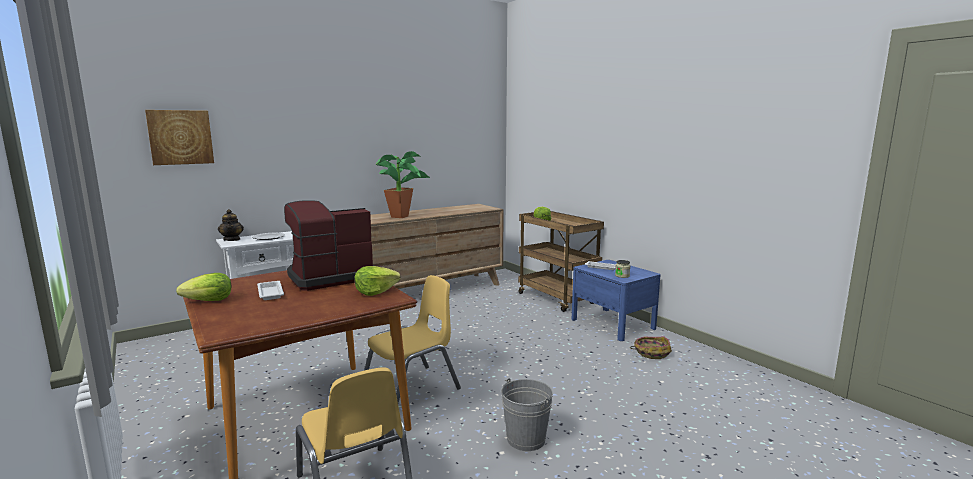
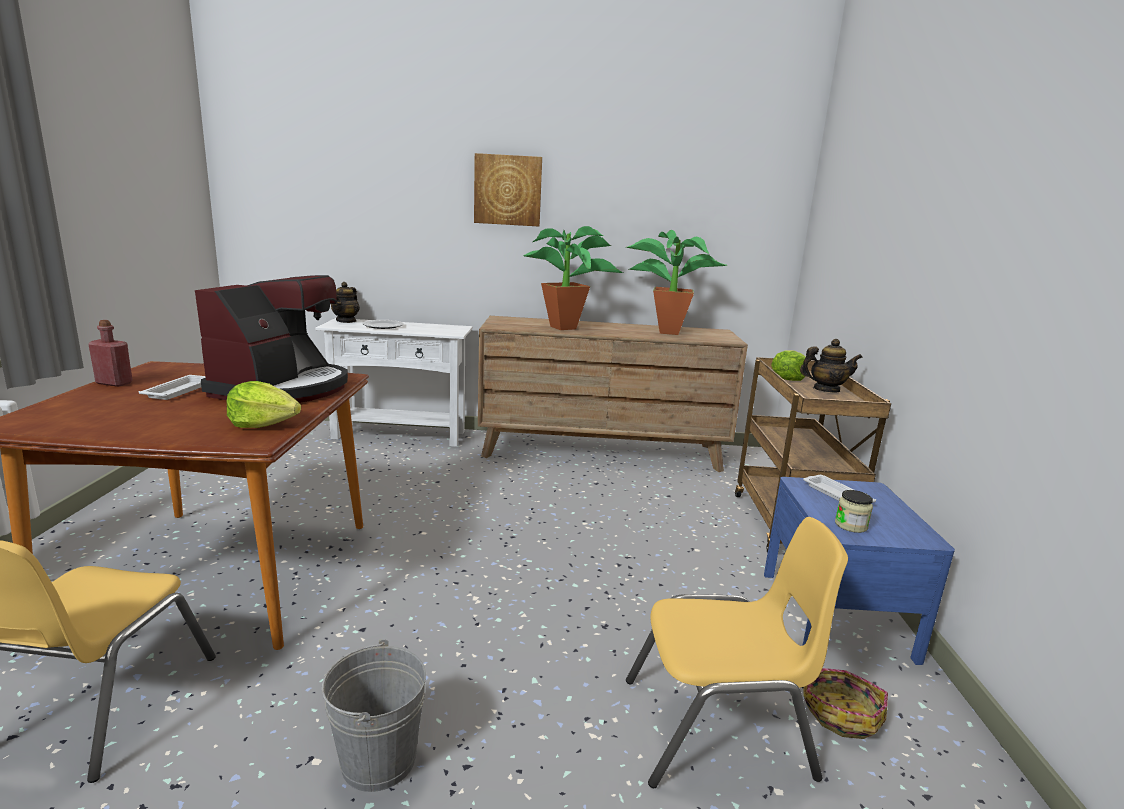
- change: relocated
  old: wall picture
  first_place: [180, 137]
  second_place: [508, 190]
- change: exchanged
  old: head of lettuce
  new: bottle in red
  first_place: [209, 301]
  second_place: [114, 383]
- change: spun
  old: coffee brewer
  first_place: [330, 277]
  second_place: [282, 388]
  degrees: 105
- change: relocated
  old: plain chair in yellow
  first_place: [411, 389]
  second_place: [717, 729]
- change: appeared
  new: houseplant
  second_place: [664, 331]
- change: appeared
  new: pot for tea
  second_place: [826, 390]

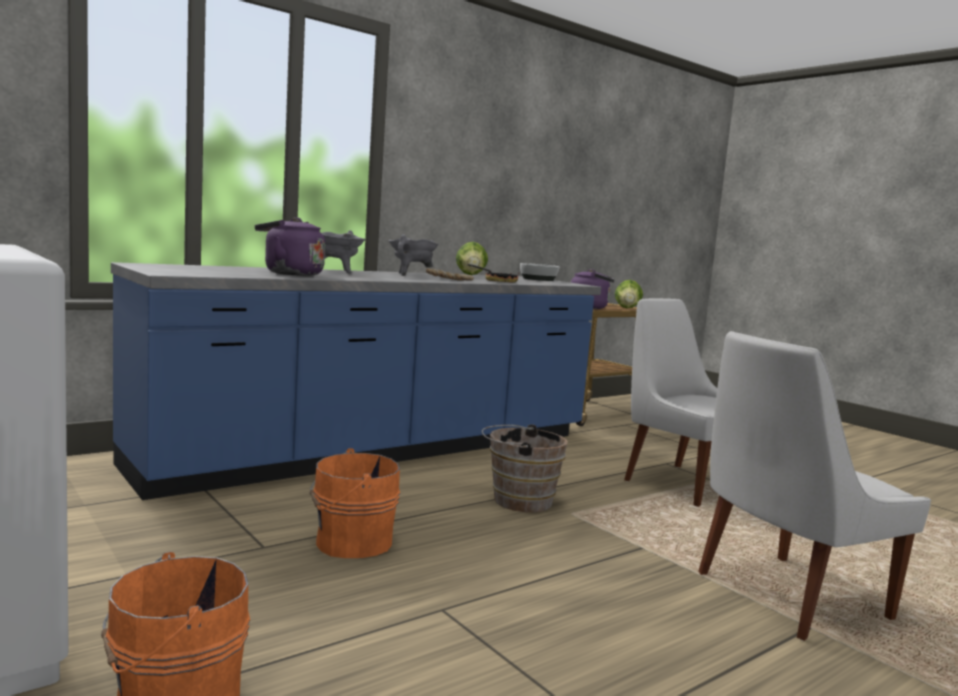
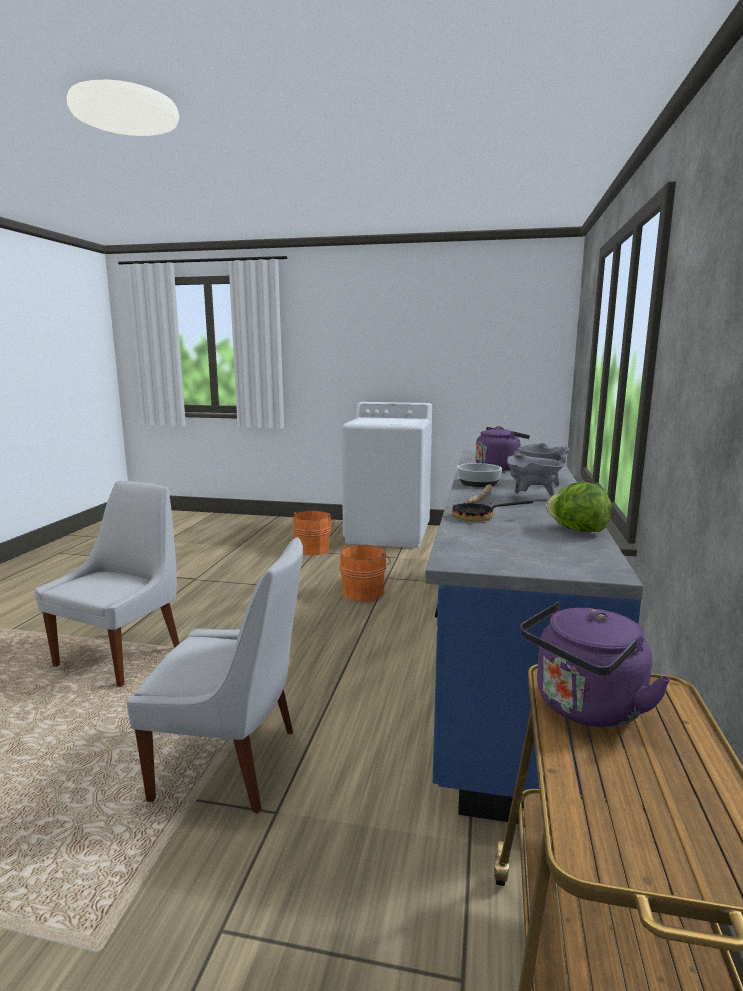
- change: missing
  old: water bucket in brown-coloured
  first_place: [517, 500]
- change: relocated
  old: bowl
  first_place: [538, 279]
  second_place: [479, 483]
- change: missing
  old: head of lettuce
  first_place: [627, 308]

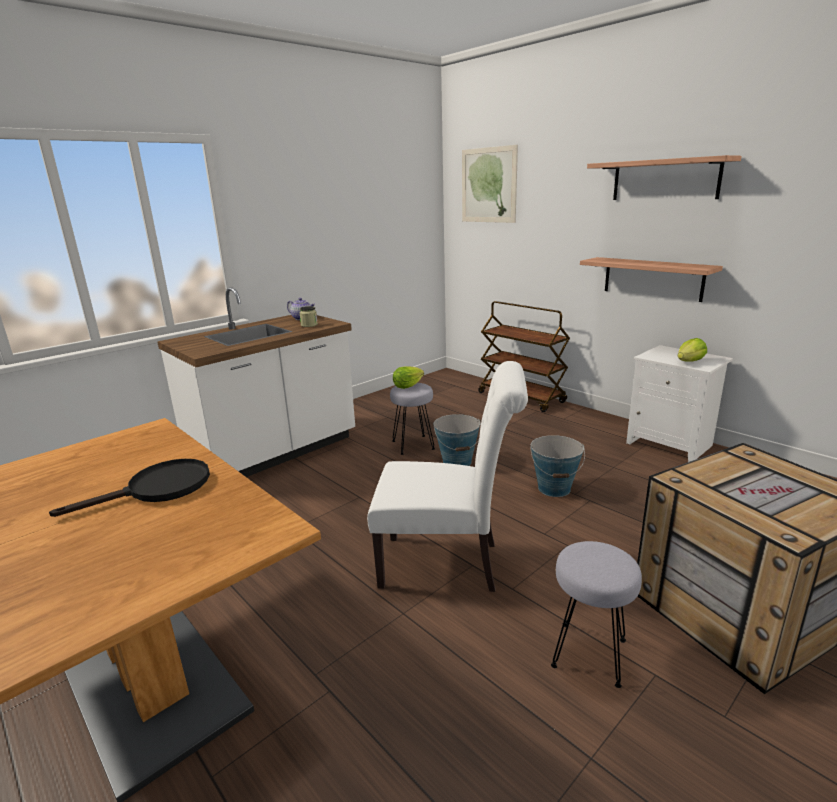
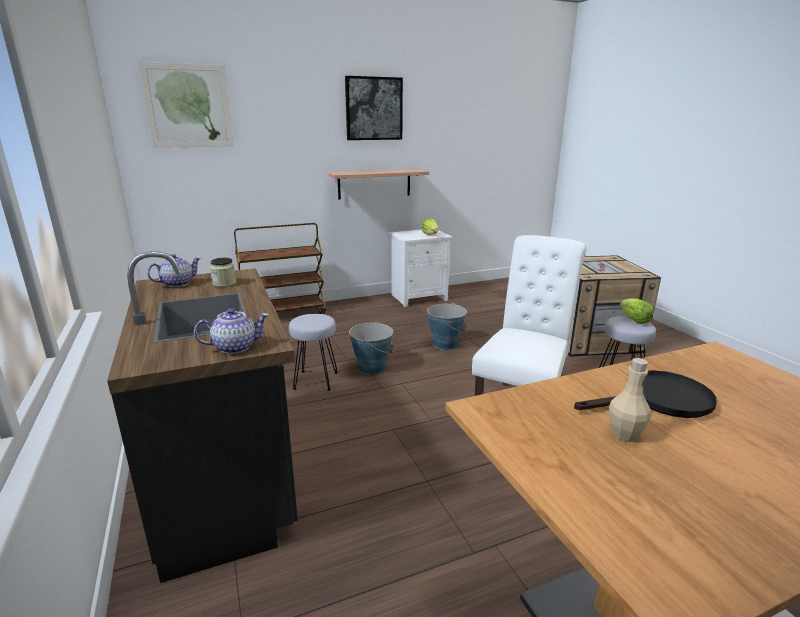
- change: spun
  old: pan in black-coloured
  first_place: [158, 489]
  second_place: [658, 400]
  degrees: 90
- change: colour
  old: counter in white-coloured
  new: counter in black-coloured
  first_place: [275, 453]
  second_place: [227, 476]
- change: relocated
  old: head of lettuce
  first_place: [407, 386]
  second_place: [634, 320]
- change: exchanged
  old: wall shelf
  new: wall picture
  first_place: [665, 180]
  second_place: [374, 109]
- change: appeared
  new: pot for tea
  second_place: [235, 347]
- change: appeared
  new: bottle in beige
  second_place: [624, 435]

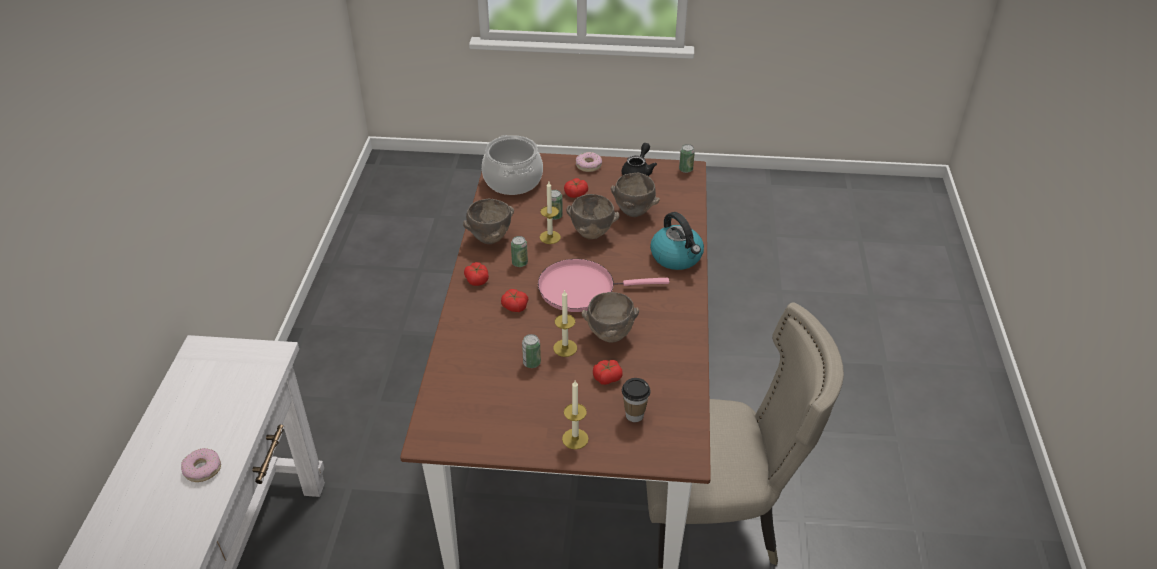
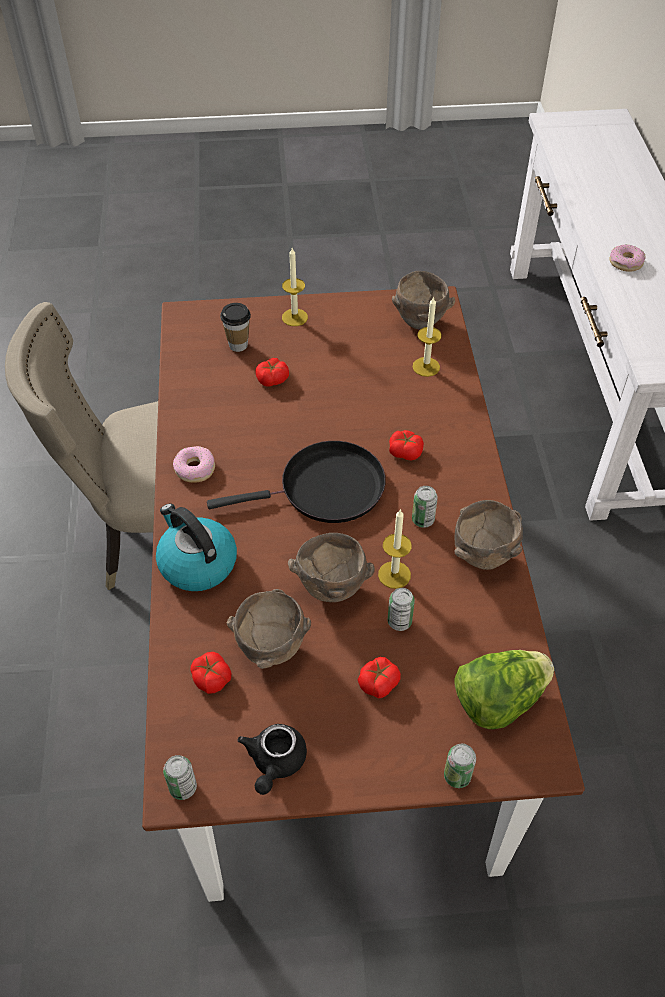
- change: relocated
  old: whole tomato
  first_place: [477, 279]
  second_place: [211, 678]
- change: exchanged
  old: saucepot
  new: head of lettuce
  first_place: [513, 180]
  second_place: [498, 700]
- change: relocated
  old: can
  first_place: [532, 363]
  second_place: [457, 776]
- change: colour
  old: pan in pinkish
  new: pan in black-coloured
  first_place: [582, 289]
  second_place: [325, 489]
- change: relocated
  old: wax candle
  first_place: [565, 348]
  second_place: [426, 367]
- change: relocated
  old: ring doughnut
  first_place: [588, 165]
  second_place: [195, 469]
- change: relocated
  old: bowl in brown-coloured
  first_place: [610, 335]
  second_place: [420, 323]

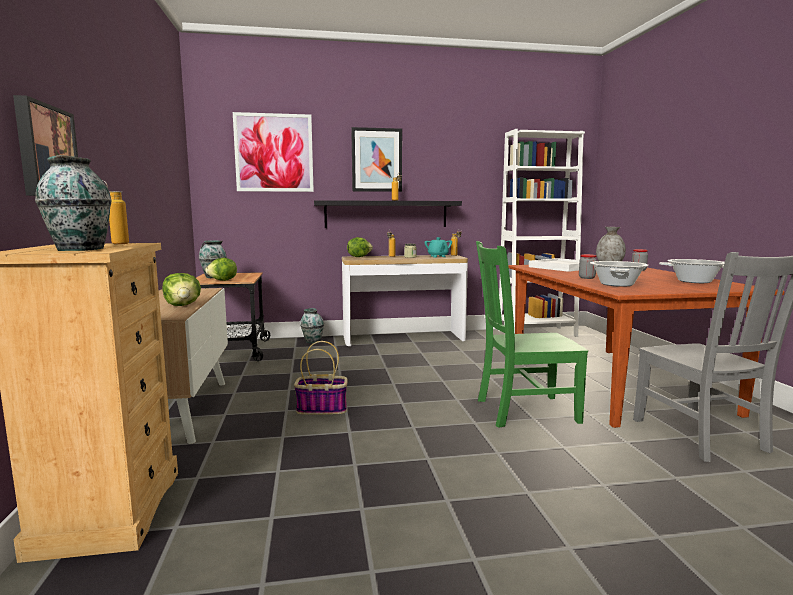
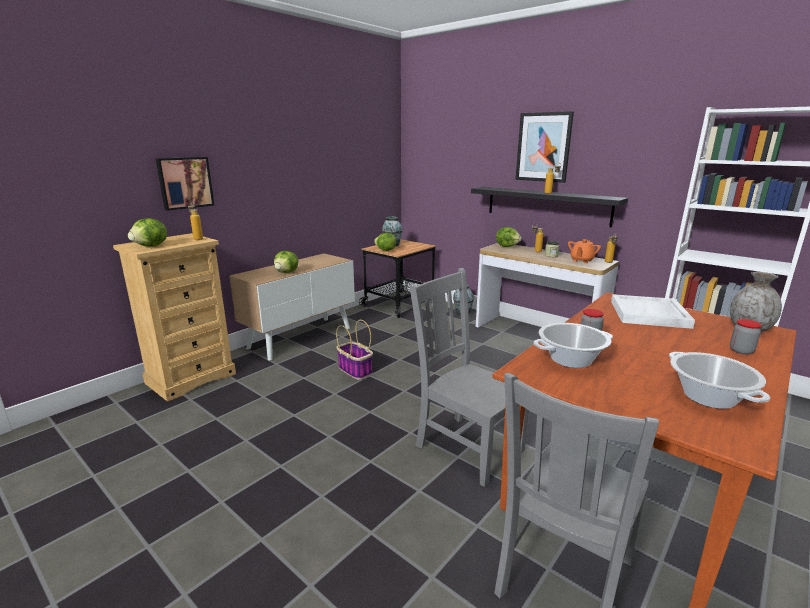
- change: exchanged
  old: vase
  new: head of lettuce
  first_place: [80, 249]
  second_place: [151, 246]
- change: missing
  old: wall picture
  first_place: [274, 153]
- change: colour
  old: pot for tea in blue-green
  new: pot for tea in orangey
  first_place: [438, 256]
  second_place: [581, 260]
- change: colour
  old: plain chair in greenish
  new: plain chair in grey
  first_place: [523, 411]
  second_place: [466, 446]

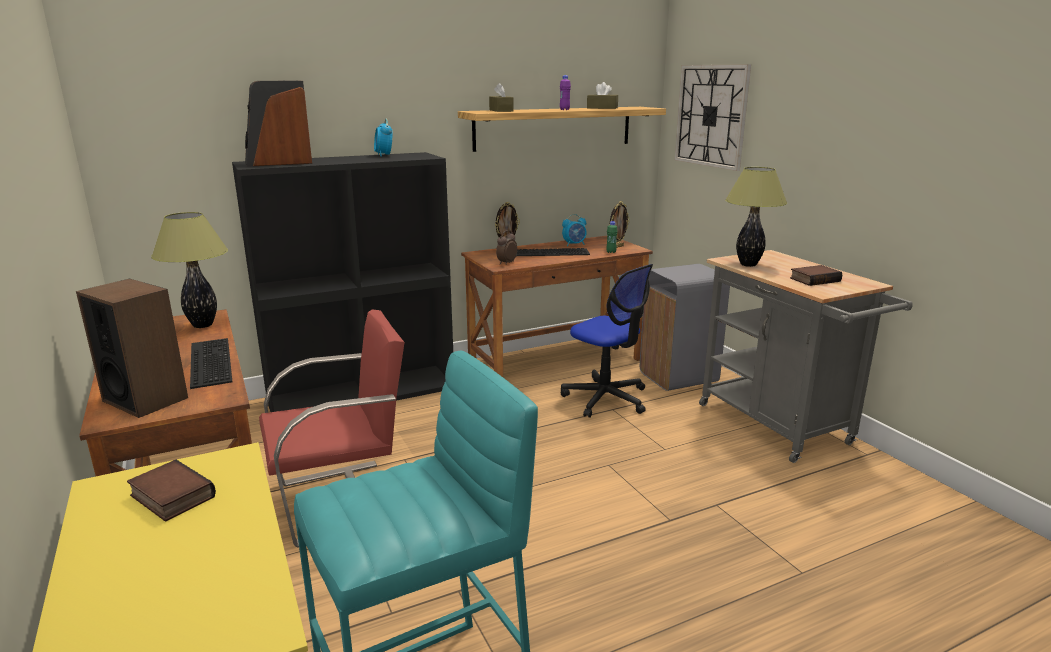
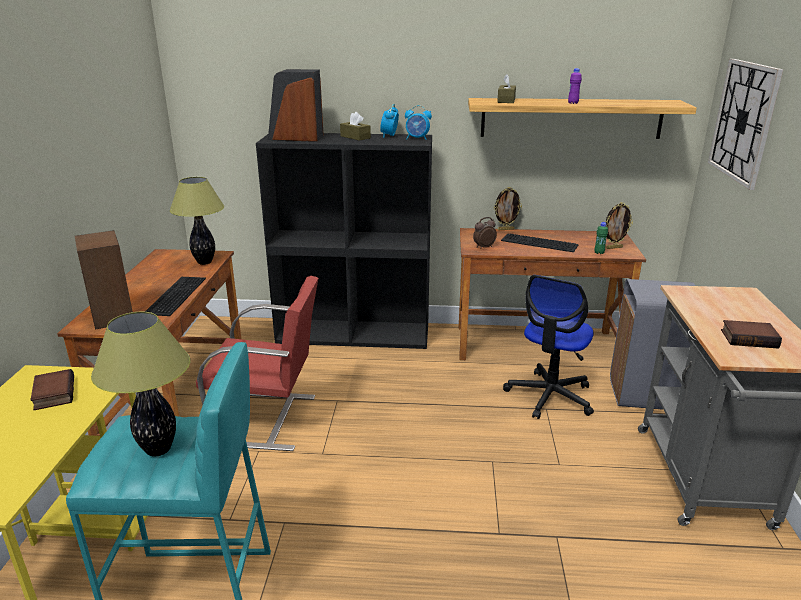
- change: spun
  old: office chair
  first_place: [606, 398]
  second_place: [550, 396]
  degrees: 45
- change: relocated
  old: table clock
  first_place: [574, 244]
  second_place: [417, 139]
- change: relocated
  old: box of tissues in brown-coloured
  first_place: [602, 108]
  second_place: [355, 137]
- change: relocated
  old: tabletop lamp
  first_place: [748, 264]
  second_place: [159, 449]

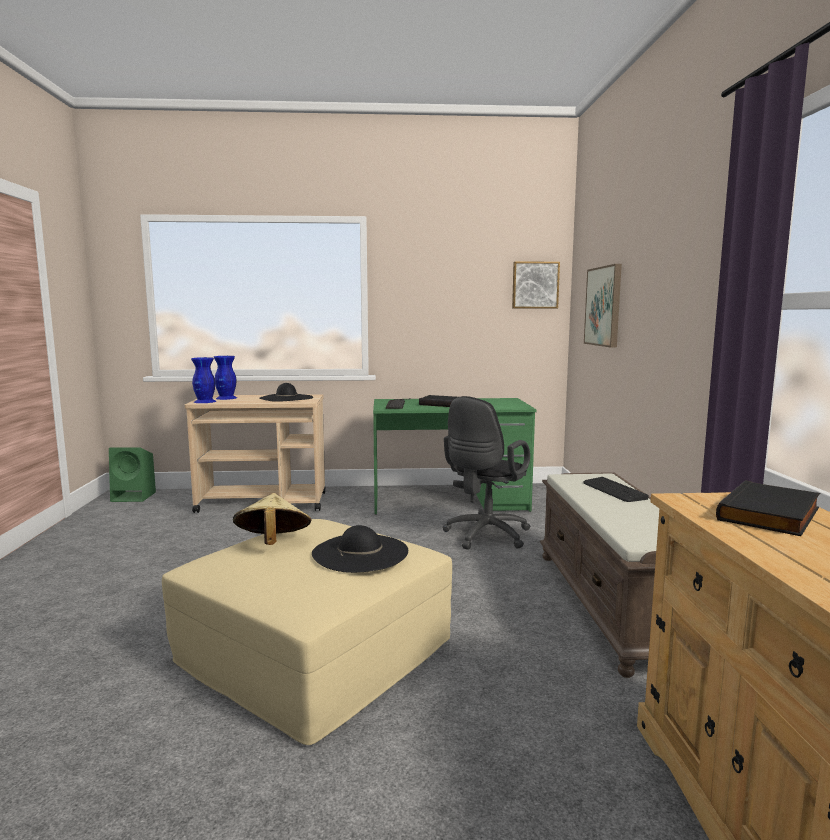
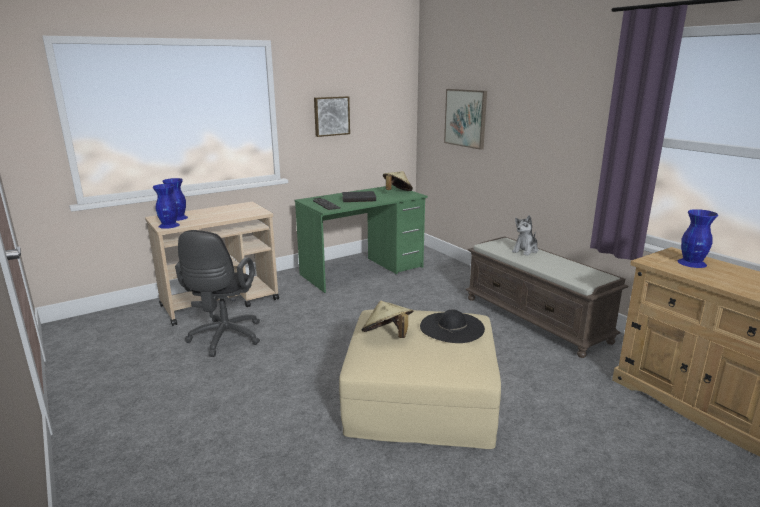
- change: missing
  old: loudspeaker in greenish
  first_place: [135, 496]
- change: missing
  old: hat in black-coloured
  first_place: [286, 398]
- change: relocated
  old: office chair in black-coloured
  first_place: [484, 536]
  second_place: [224, 339]
- change: relocated
  old: wall picture
  first_place: [535, 285]
  second_place: [331, 116]
- change: exchanged
  old: PC keyboard
  new: cuddly toy
  first_place: [613, 490]
  second_place: [525, 250]
- change: exchanged
  old: volume in black-coloured
  new: vase in blue
  first_place: [771, 515]
  second_place: [692, 263]
- change: appeared
  new: hat in beige
  second_place: [397, 192]

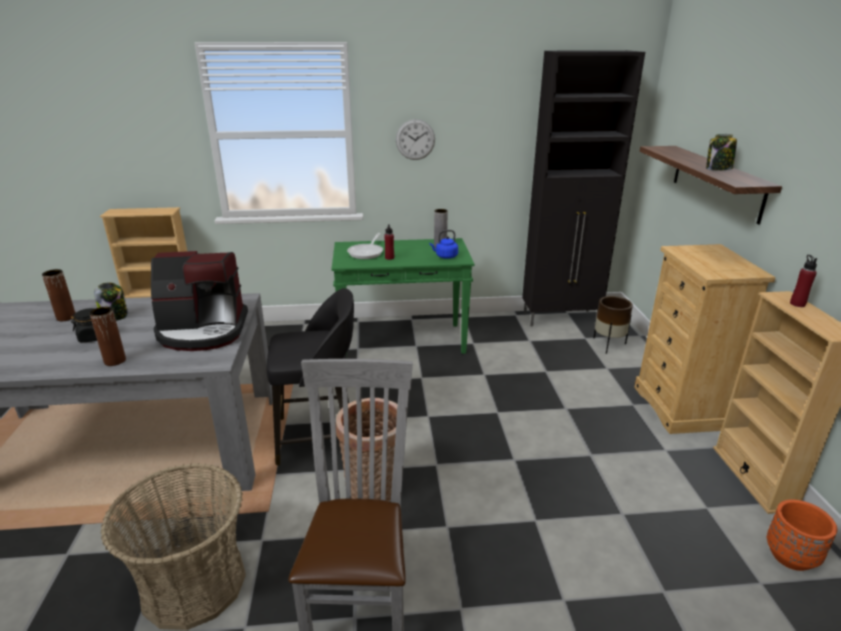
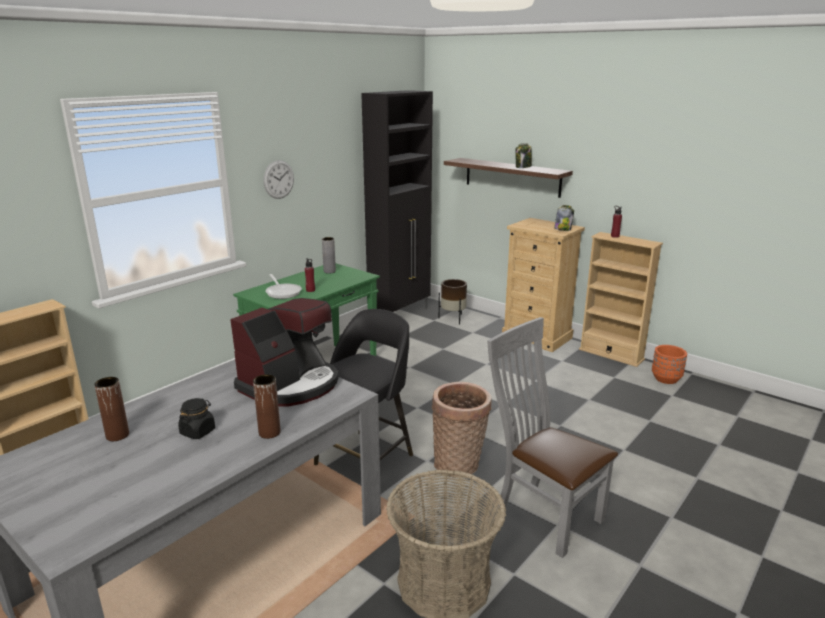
- change: relocated
  old: jar
  first_place: [115, 316]
  second_place: [562, 229]
- change: missing
  old: water kettle in blue
  first_place: [445, 256]

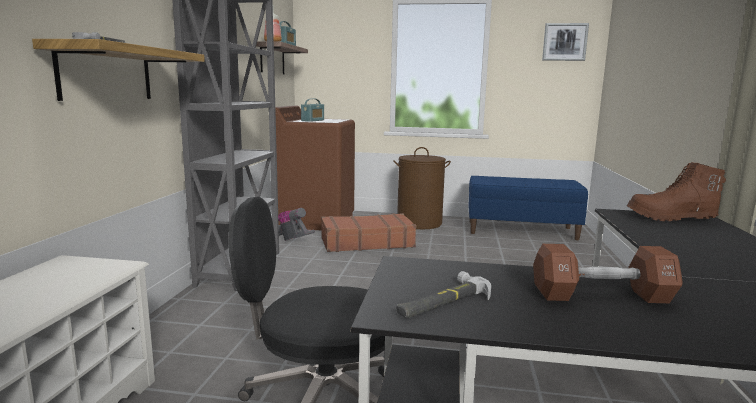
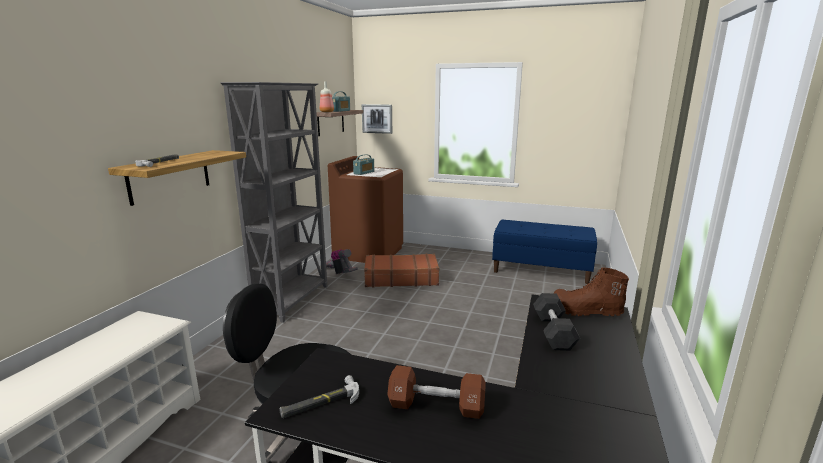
- change: missing
  old: washing basket in brown-coloured
  first_place: [419, 223]
- change: relocated
  old: wall picture
  first_place: [564, 42]
  second_place: [377, 118]
- change: appeared
  new: dumbbell in black-coloured
  second_place: [553, 332]

